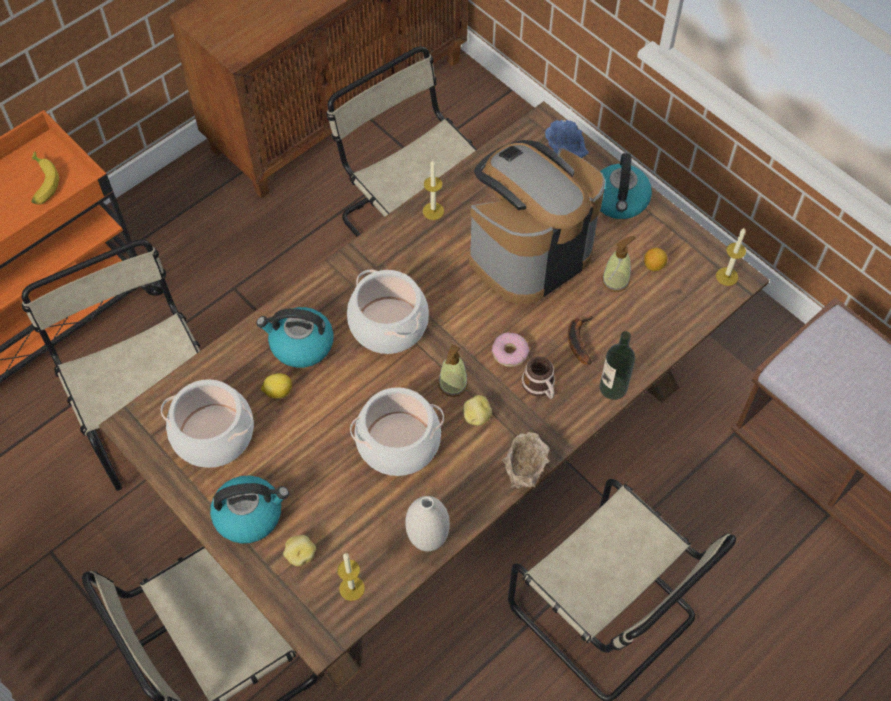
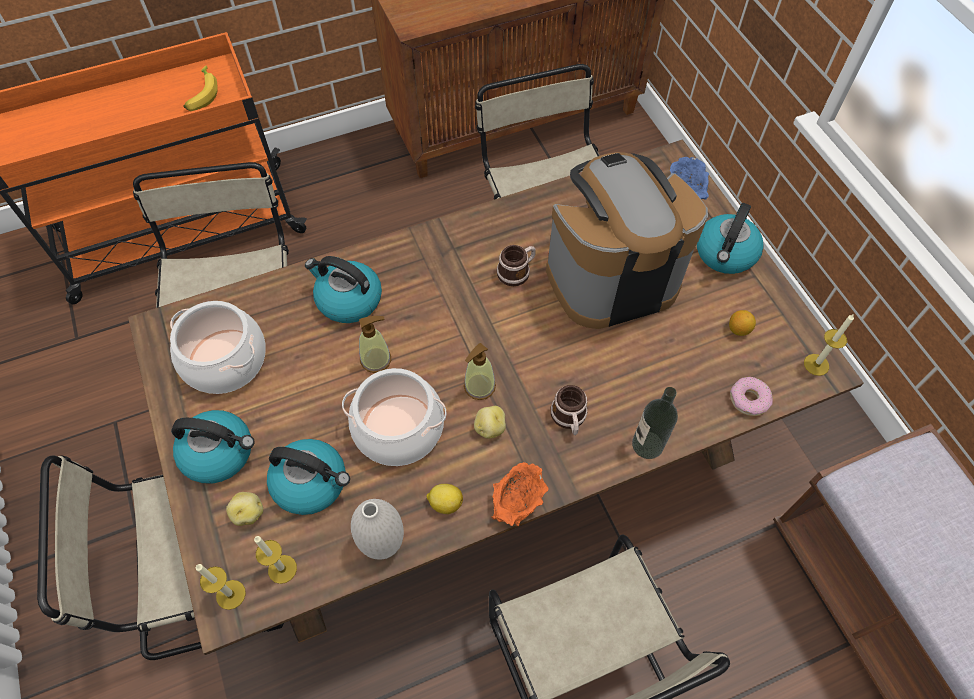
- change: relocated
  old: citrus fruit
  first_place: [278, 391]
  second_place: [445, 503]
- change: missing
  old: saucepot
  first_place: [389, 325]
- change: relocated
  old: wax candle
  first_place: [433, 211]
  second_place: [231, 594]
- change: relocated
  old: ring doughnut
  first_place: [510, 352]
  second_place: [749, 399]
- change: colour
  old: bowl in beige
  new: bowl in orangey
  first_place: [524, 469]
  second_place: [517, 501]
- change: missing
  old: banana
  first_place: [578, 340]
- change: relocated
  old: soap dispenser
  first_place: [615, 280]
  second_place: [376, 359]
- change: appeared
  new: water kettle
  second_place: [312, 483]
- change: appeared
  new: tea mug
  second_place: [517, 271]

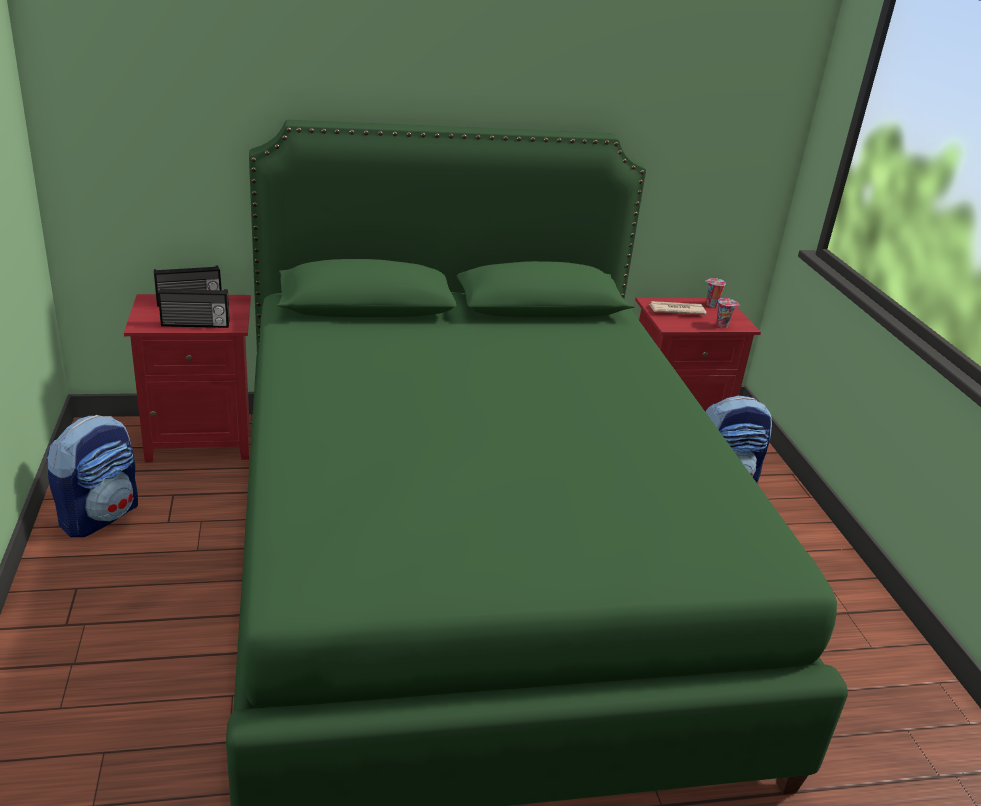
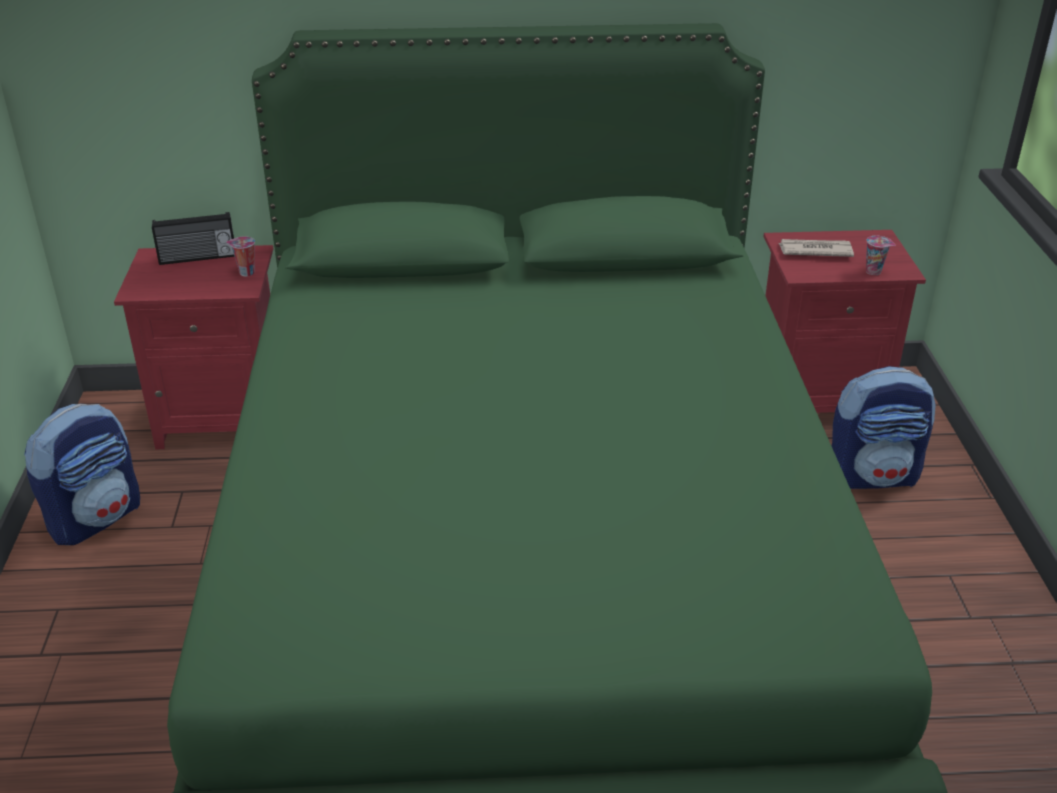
- change: missing
  old: radio set
  first_place: [195, 325]
- change: relocated
  old: drinking cup
  first_place: [711, 304]
  second_place: [245, 273]

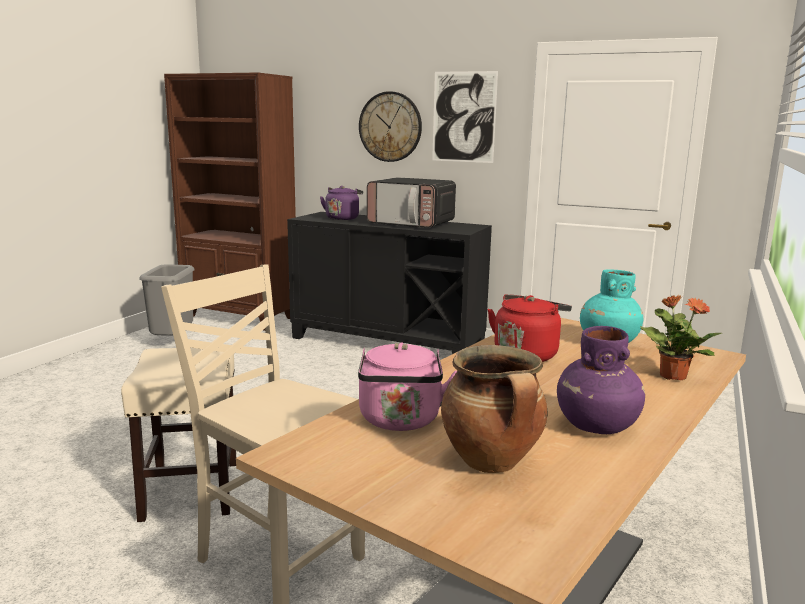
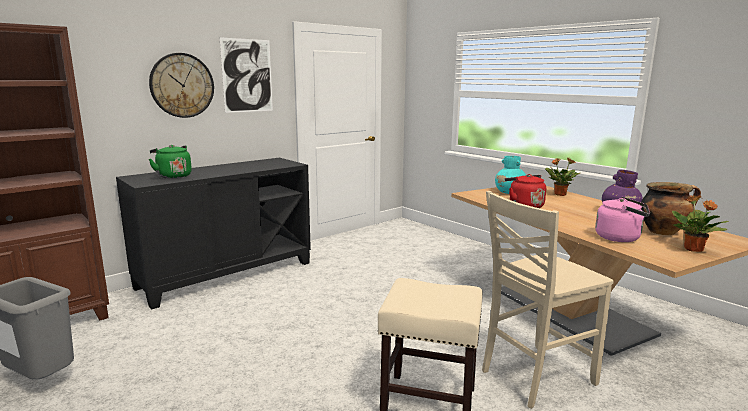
- change: colour
  old: water kettle in purplish
  new: water kettle in greenish
  first_place: [342, 218]
  second_place: [173, 176]
- change: missing
  old: microwave
  first_place: [412, 223]
- change: appeared
  new: houseplant
  second_place: [693, 249]

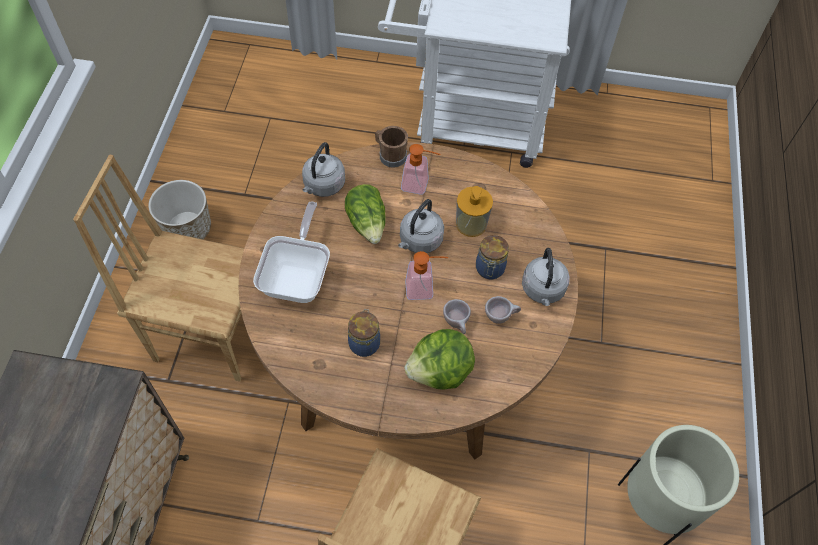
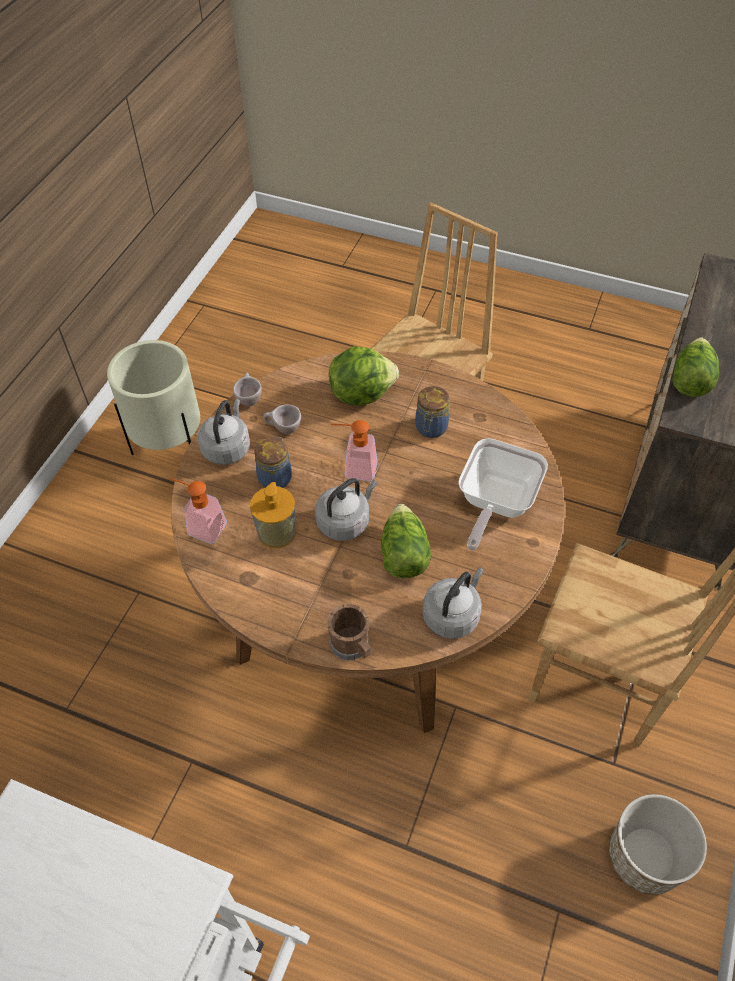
- change: relocated
  old: soap dispenser
  first_place: [420, 185]
  second_place: [201, 527]
- change: relocated
  old: drinking cup in beige
  first_place: [457, 324]
  second_place: [248, 399]
- change: appeared
  new: head of lettuce
  second_place: [690, 379]

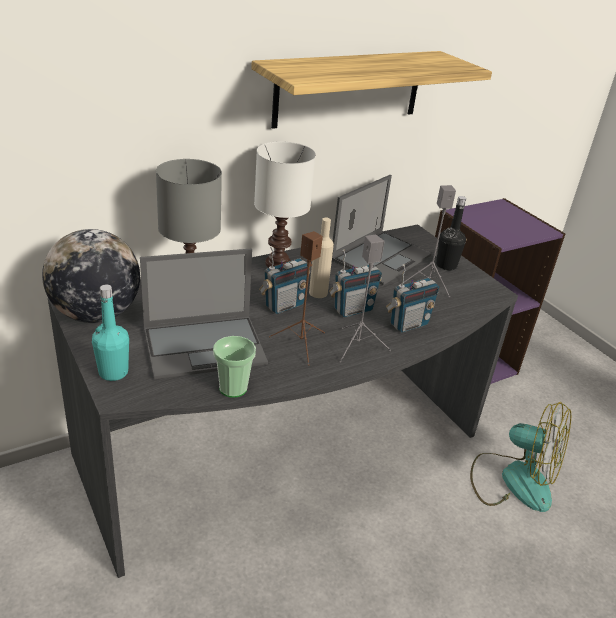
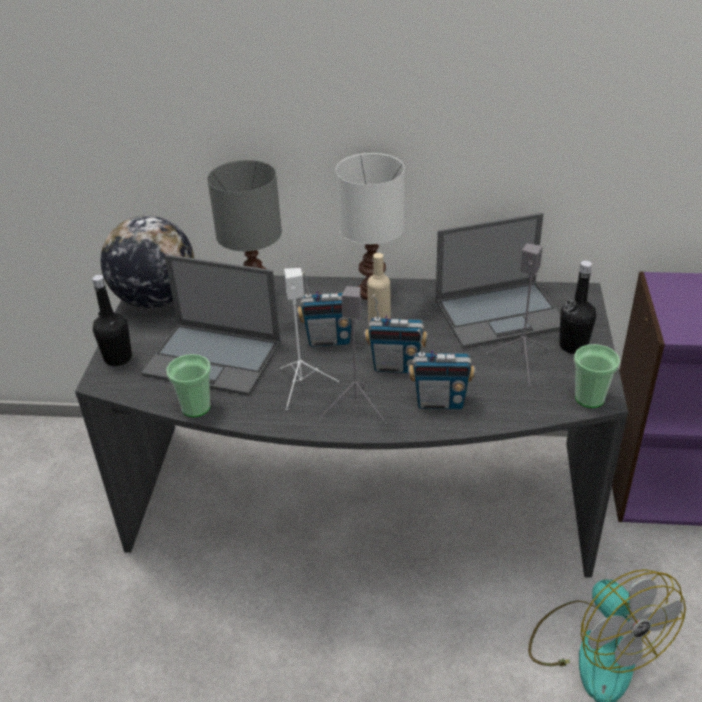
- change: colour
  old: bottle in blue-green
  new: bottle in black-coloured
  first_place: [113, 372]
  second_place: [118, 358]
- change: missing
  old: wall shelf
  first_place: [349, 88]
- change: colour
  old: loudspeaker in brown-coloured
  new: loudspeaker in white-coloured
  first_place: [301, 344]
  second_place: [301, 386]
- change: appeared
  new: drinking cup
  second_place: [589, 398]

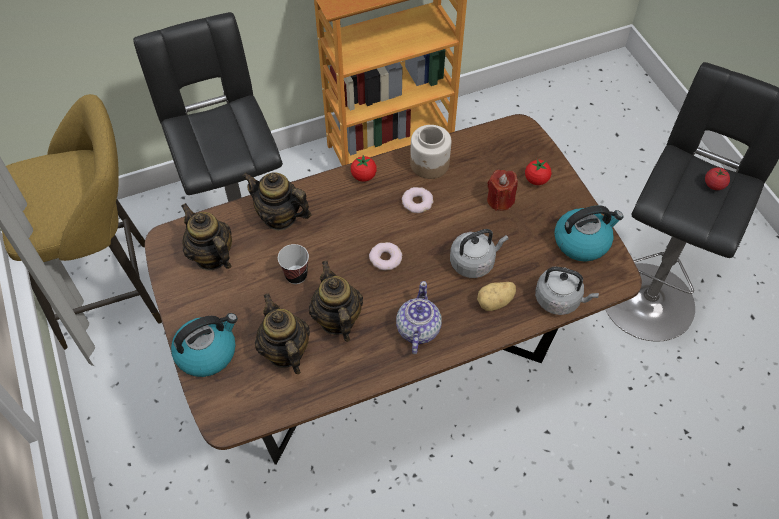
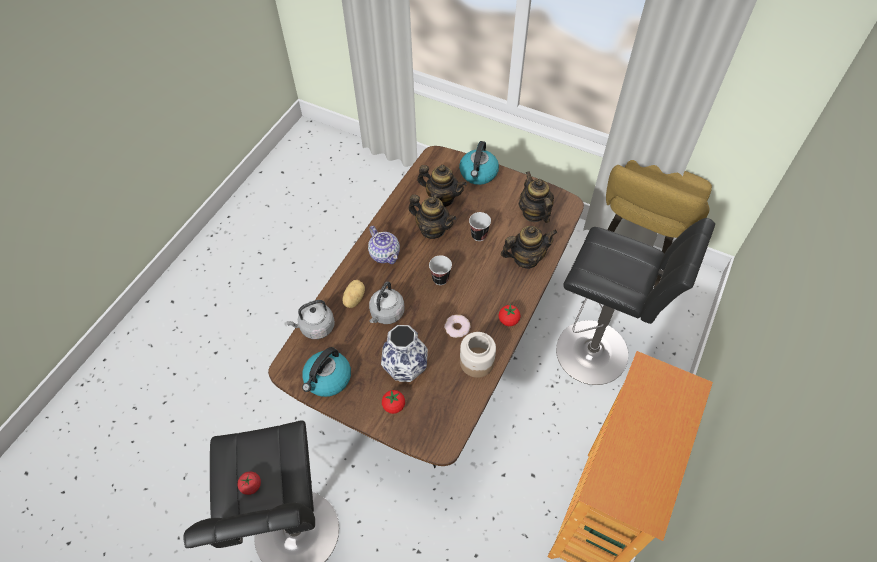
- change: spun
  old: pot for tea
  first_place: [211, 256]
  second_place: [534, 213]
  degrees: -120
- change: exchanged
  old: ring doughnut
  new: drinking cup
  first_place: [385, 258]
  second_place: [440, 278]
- change: exchanged
  old: wax candle in red
  new: vase
  first_place: [500, 200]
  second_place: [405, 370]

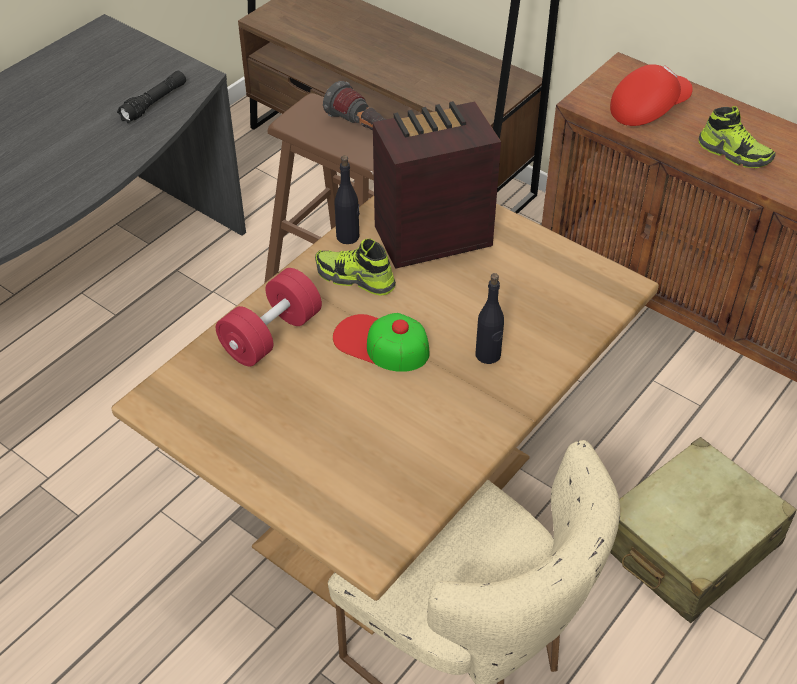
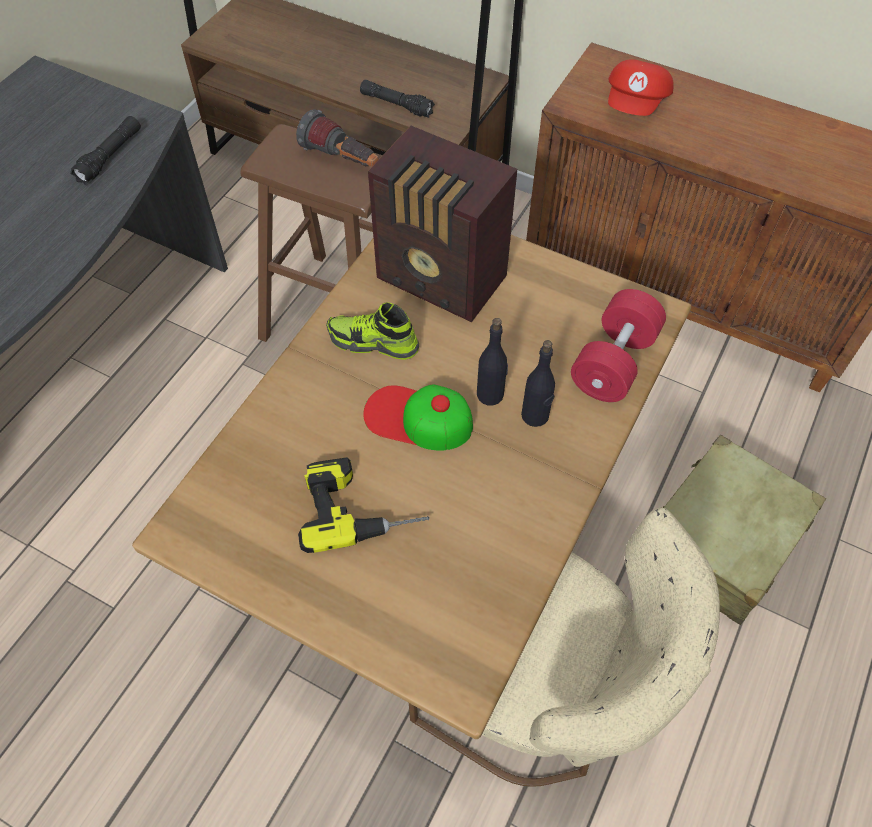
- change: relocated
  old: dumbbell in red
  first_place: [271, 335]
  second_place: [614, 362]
- change: relocated
  old: bottle in black-coloured
  first_place: [348, 236]
  second_place: [490, 394]
- change: spun
  old: radio set
  first_place: [429, 236]
  second_place: [442, 280]
  degrees: -120
- change: spun
  old: baseball cap in red
  first_place: [647, 109]
  second_place: [636, 104]
  degrees: 150
- change: missing
  old: shoe
  first_place: [734, 153]
- change: appeared
  new: power drill
  second_place: [361, 505]
- change: appeared
  new: torch in black-coloured
  second_place: [396, 105]

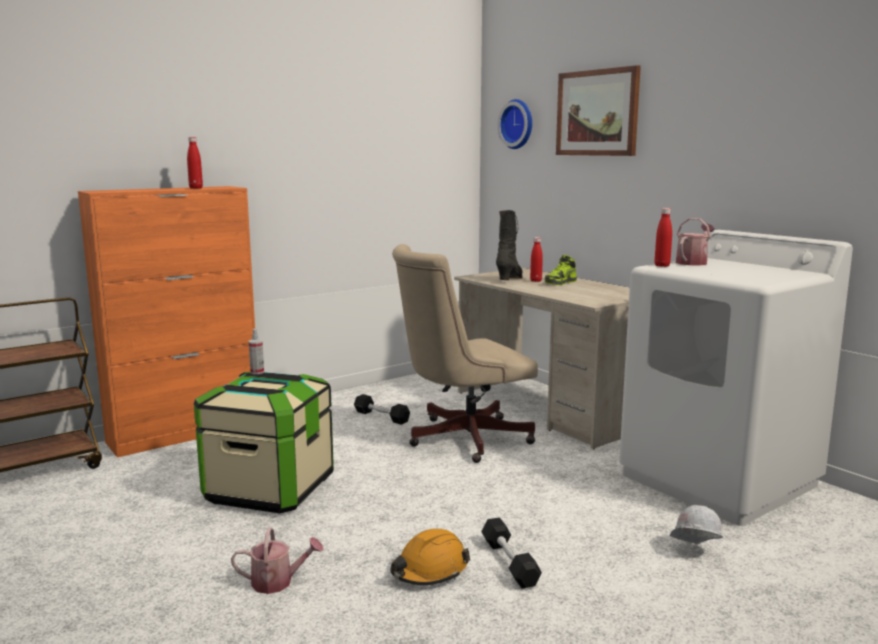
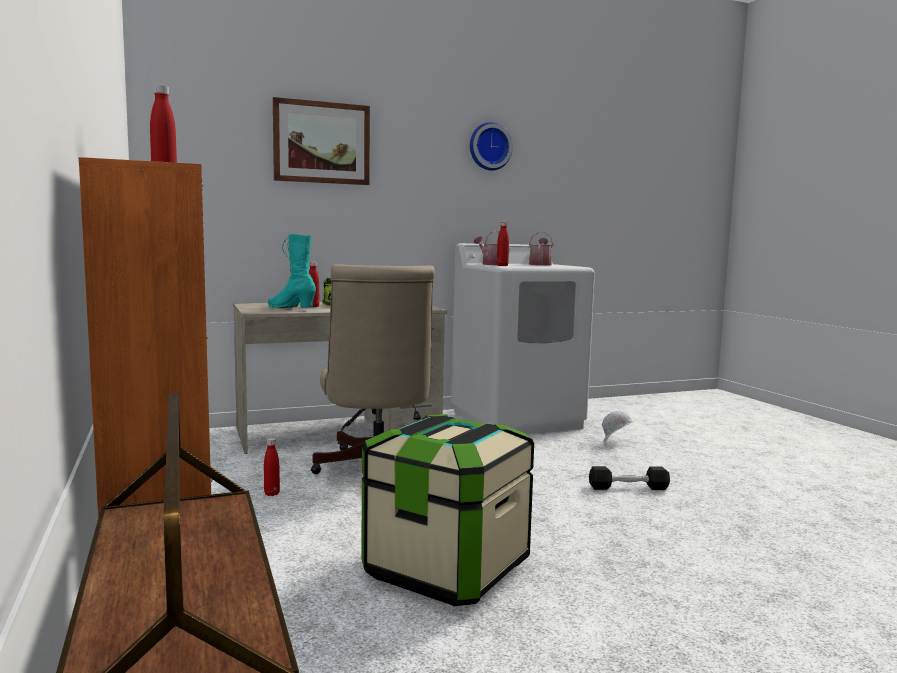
- change: relocated
  old: watering pot
  first_place: [278, 582]
  second_place: [540, 264]
- change: missing
  old: sprayer
  first_place: [257, 372]
- change: exchanged
  old: dumbbell in black-coloured
  new: bottle in red
  first_place: [381, 416]
  second_place: [272, 494]
- change: missing
  old: hard hat in orangey
  first_place: [429, 571]
- change: colour
  old: tall boot in black-coloured
  new: tall boot in blue-green
  first_place: [510, 279]
  second_place: [291, 308]
- change: relocated
  old: clock on the wall
  first_place: [518, 124]
  second_place: [489, 147]

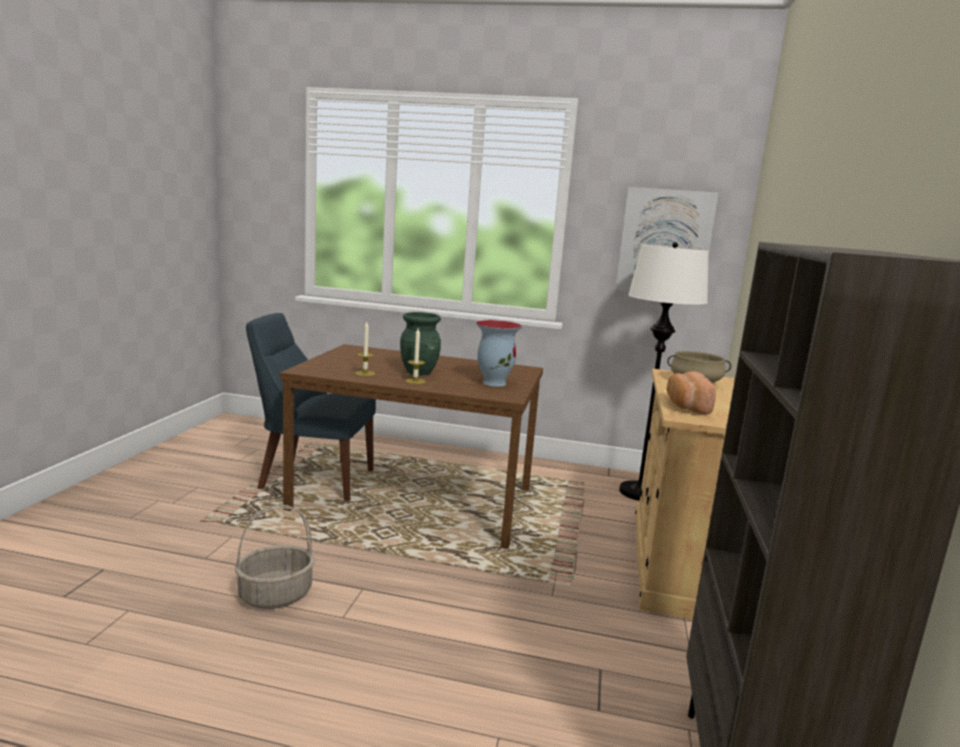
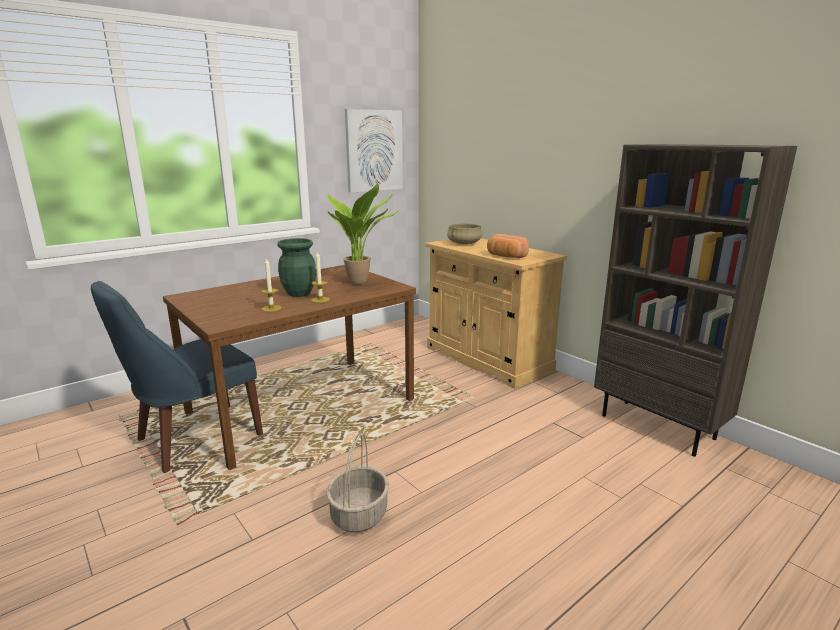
- change: exchanged
  old: vase
  new: houseplant
  first_place: [494, 383]
  second_place: [361, 282]
- change: missing
  old: floor lamp in white-coloured
  first_place: [638, 492]

